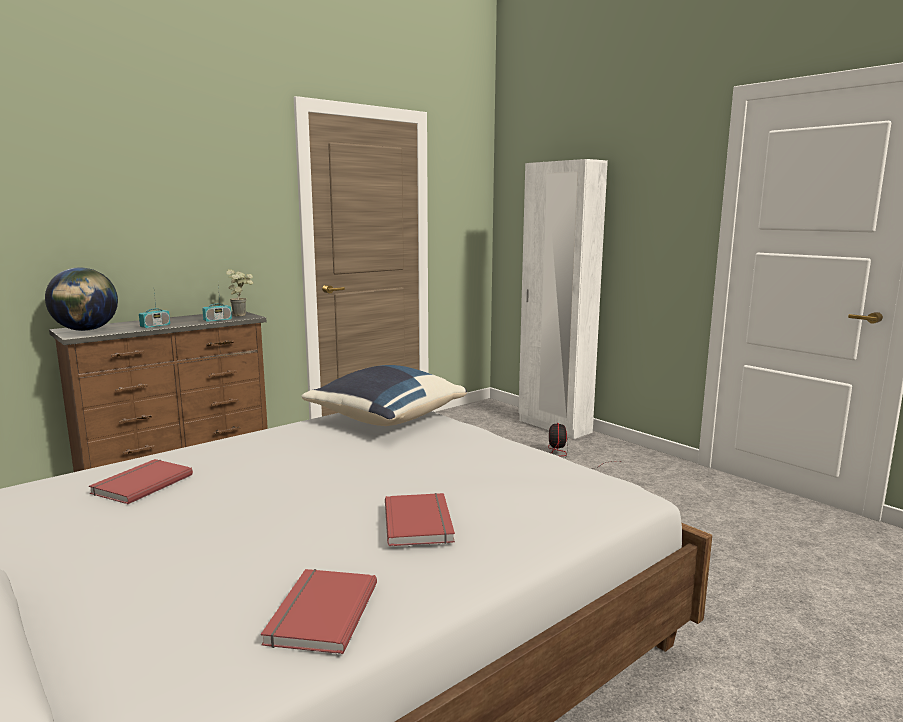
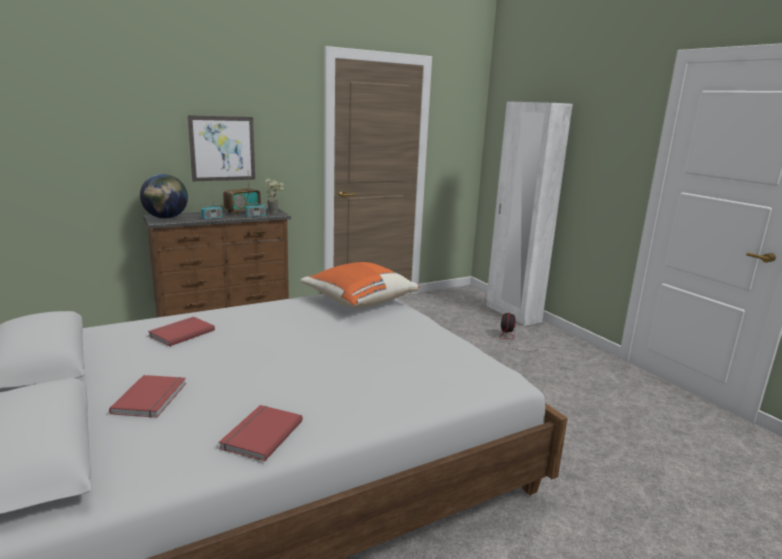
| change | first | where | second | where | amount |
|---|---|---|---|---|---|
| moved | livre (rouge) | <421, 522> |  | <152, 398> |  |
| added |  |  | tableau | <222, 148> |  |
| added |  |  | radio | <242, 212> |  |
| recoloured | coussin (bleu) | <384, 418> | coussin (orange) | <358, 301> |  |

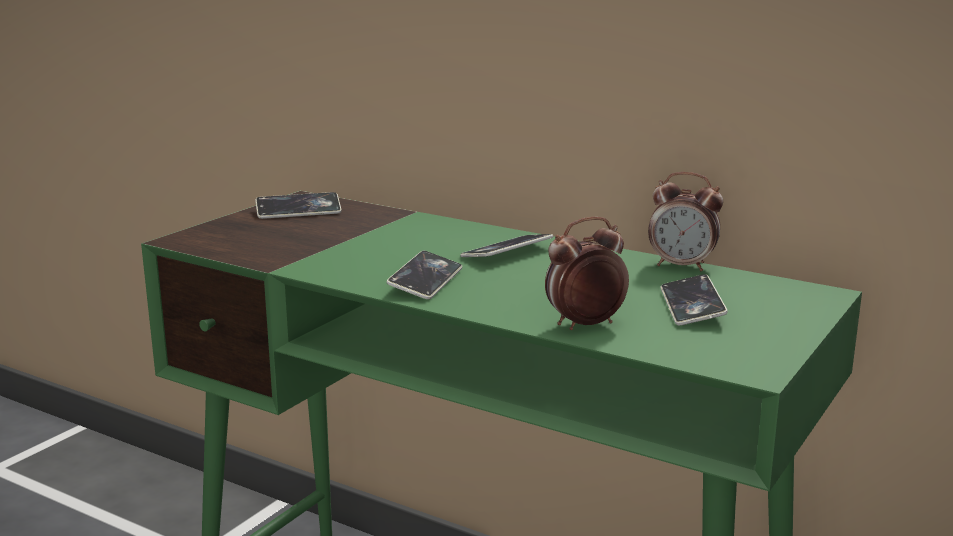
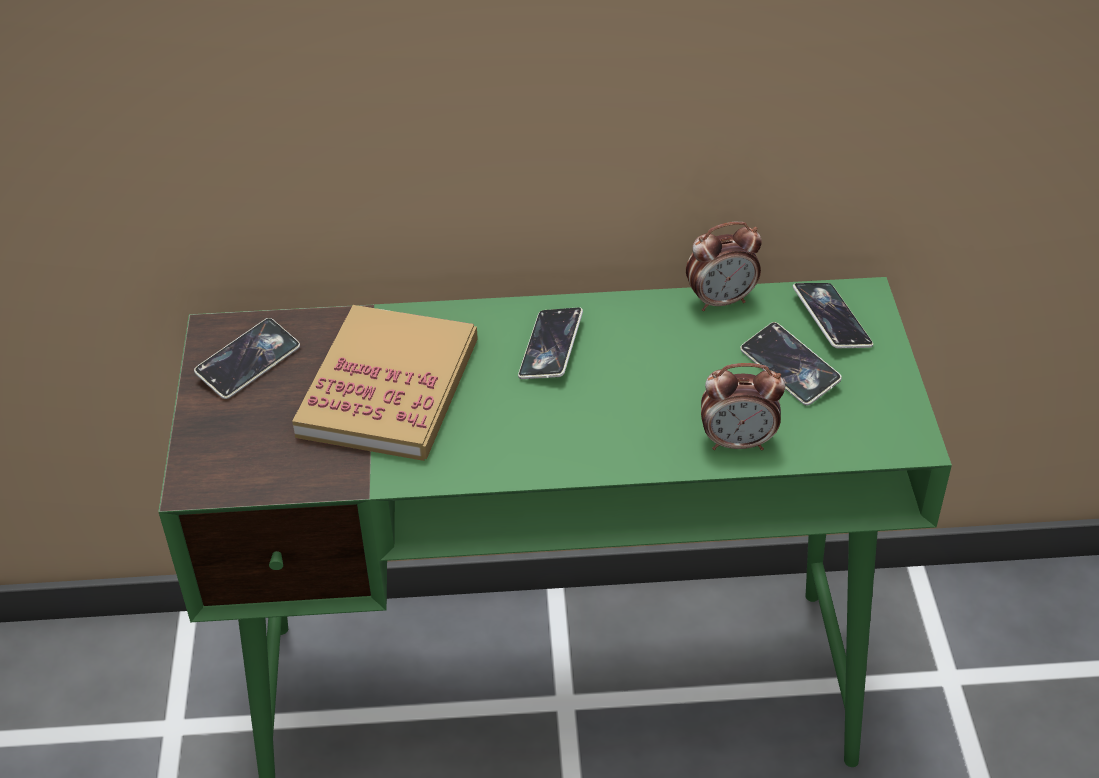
| change | first | where | second | where | amount |
|---|---|---|---|---|---|
| added |  |  | livre | <389, 388> |  |
| turned | réveil | <584, 325> |  | <738, 442> | 120 degrees counterclockwise |
| moved | téléphone | <426, 281> |  | <831, 320> |  |

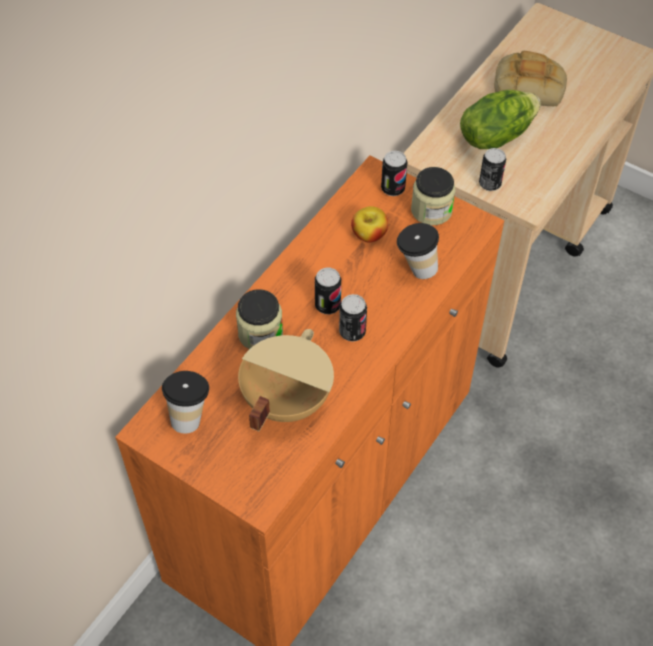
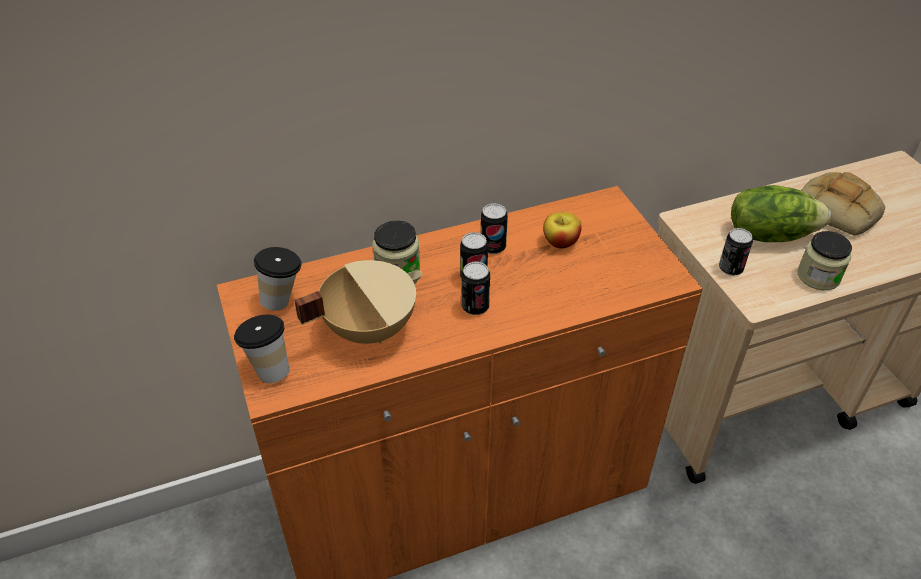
| change | first | where | second | where | amount |
|---|---|---|---|---|---|
| moved | tasse | <416, 269> |  | <269, 369> |  |
| moved | boîte métallique | <393, 189> |  | <493, 247> |  |
| moved | bocal | <431, 210> |  | <818, 276> |  |

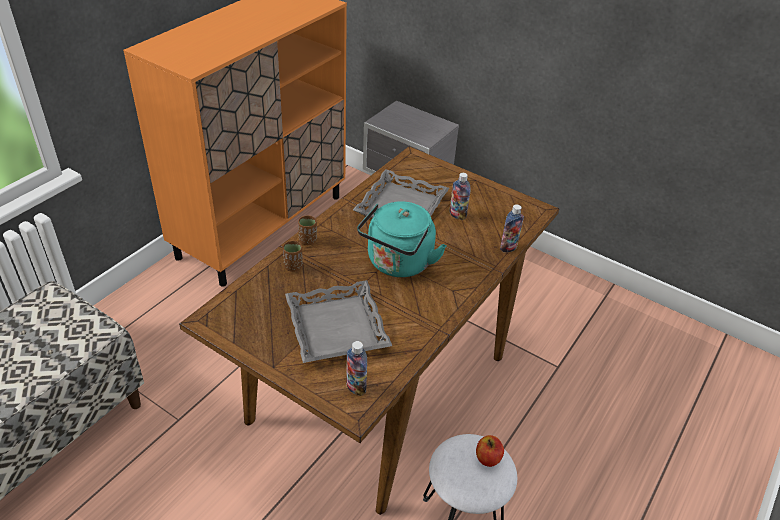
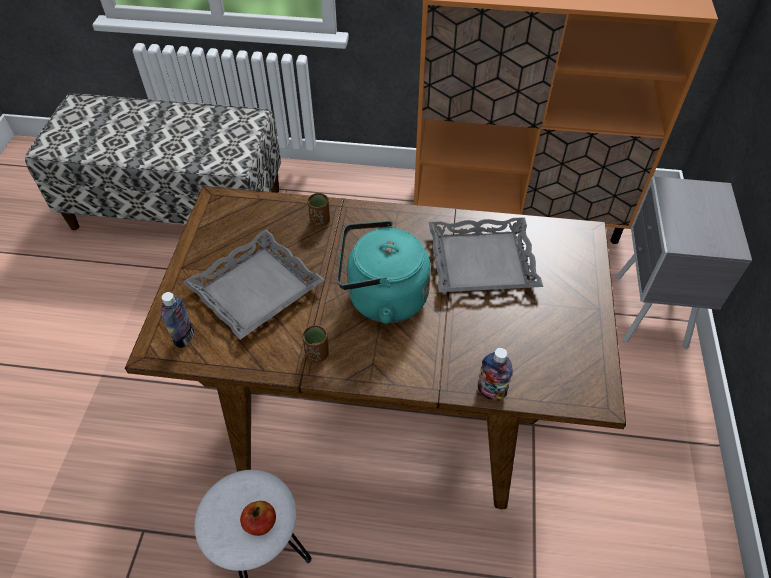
| change | first | where | second | where | amount |
|---|---|---|---|---|---|
| moved | tasse (marron) | <308, 241> |  | <317, 354> |  |
| removed | bouteille | <457, 215> |  |  |  |

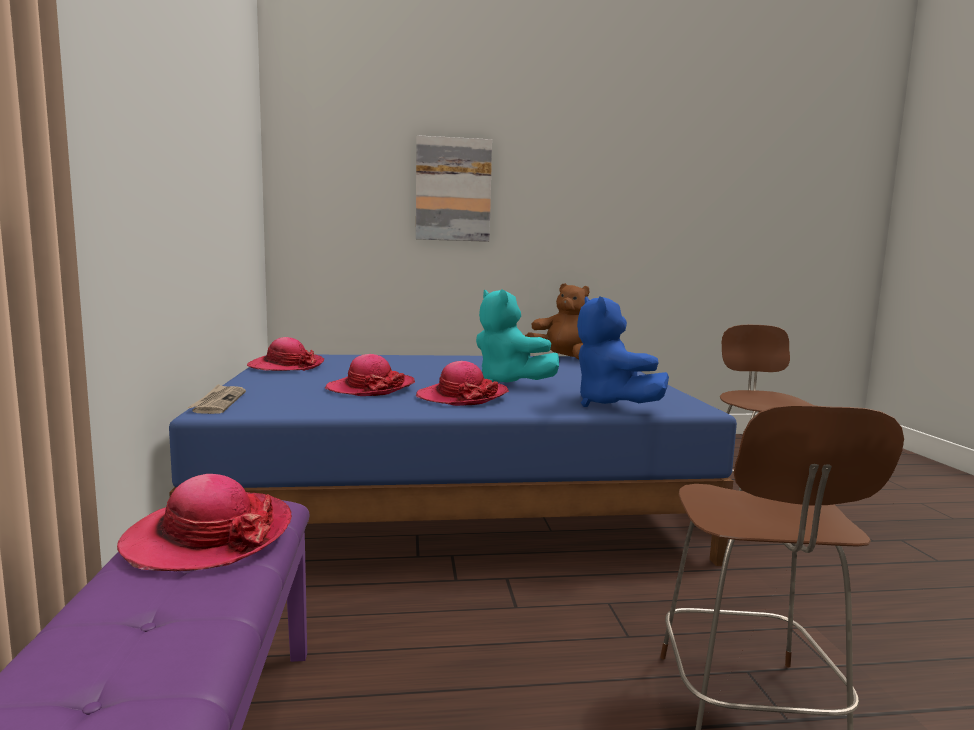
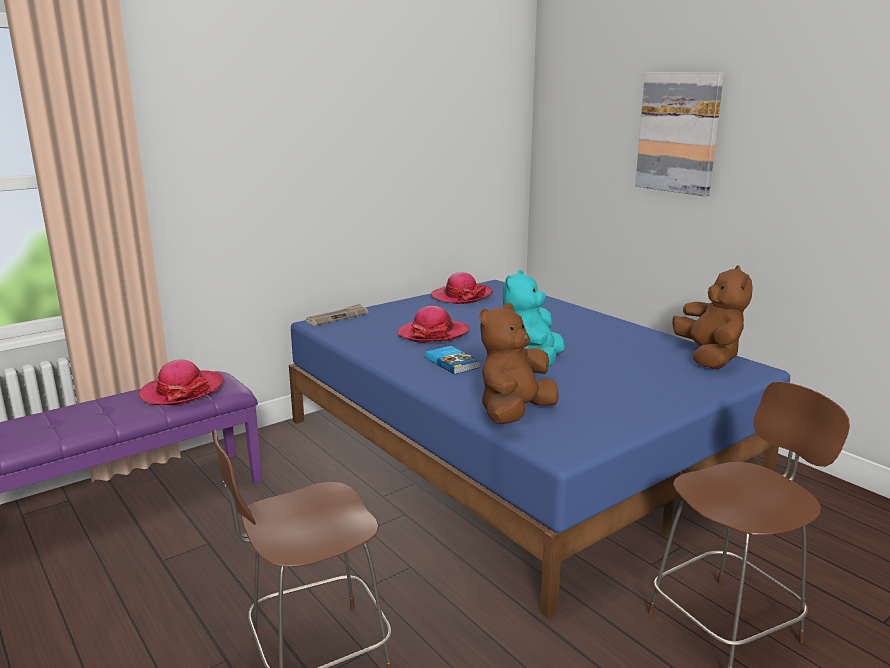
| change | first | where | second | where | amount |
|---|---|---|---|---|---|
| replaced | chapeau | <462, 397> | livre | <452, 362> |  |
| recoloured | peluche (bleu) | <610, 404> | peluche (marron) | <514, 414> |  |

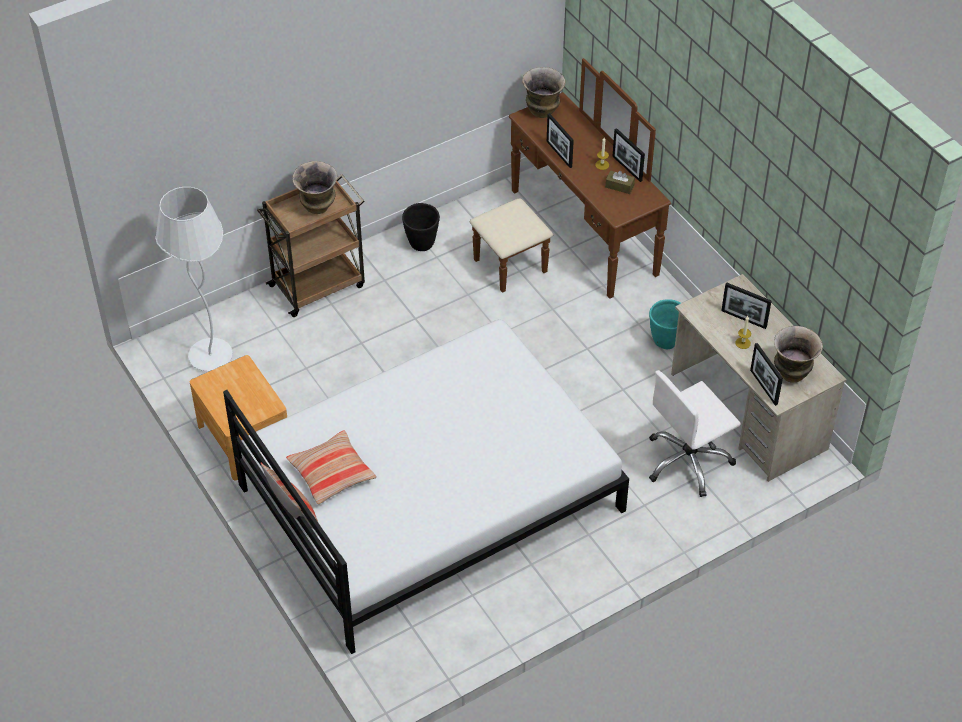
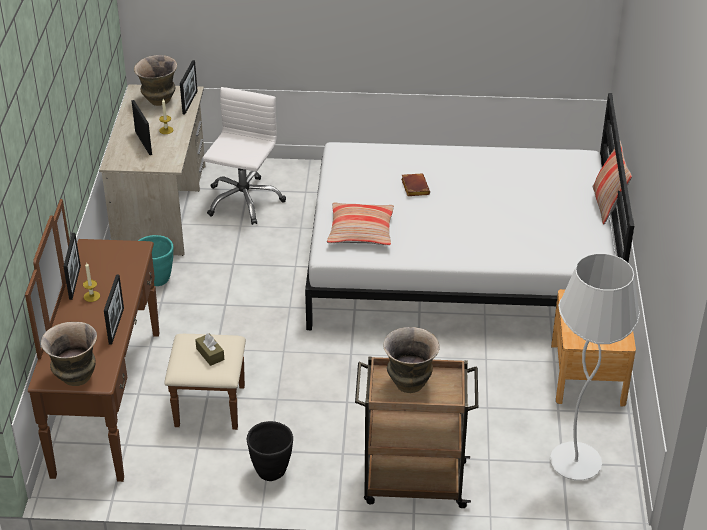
| change | first | where | second | where | amount |
|---|---|---|---|---|---|
| moved | boîte à mouchoirs (marron) | <619, 186> |  | <210, 354> |  |
| turned | chaise de bureau (blanc) | <688, 461> |  | <243, 200> | 75 degrees counterclockwise |
| moved | coussin | <331, 473> |  | <360, 231> |  |
| added |  |  | livre (marron) | <414, 187> |  |

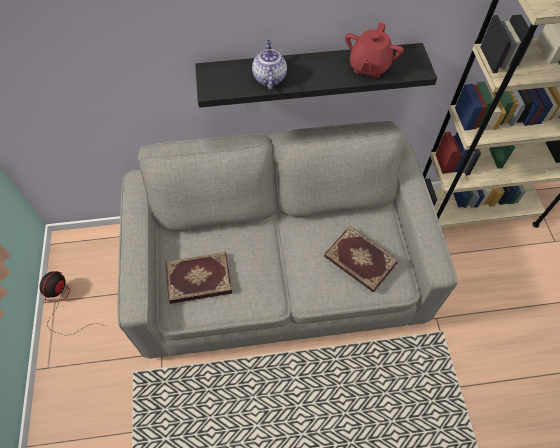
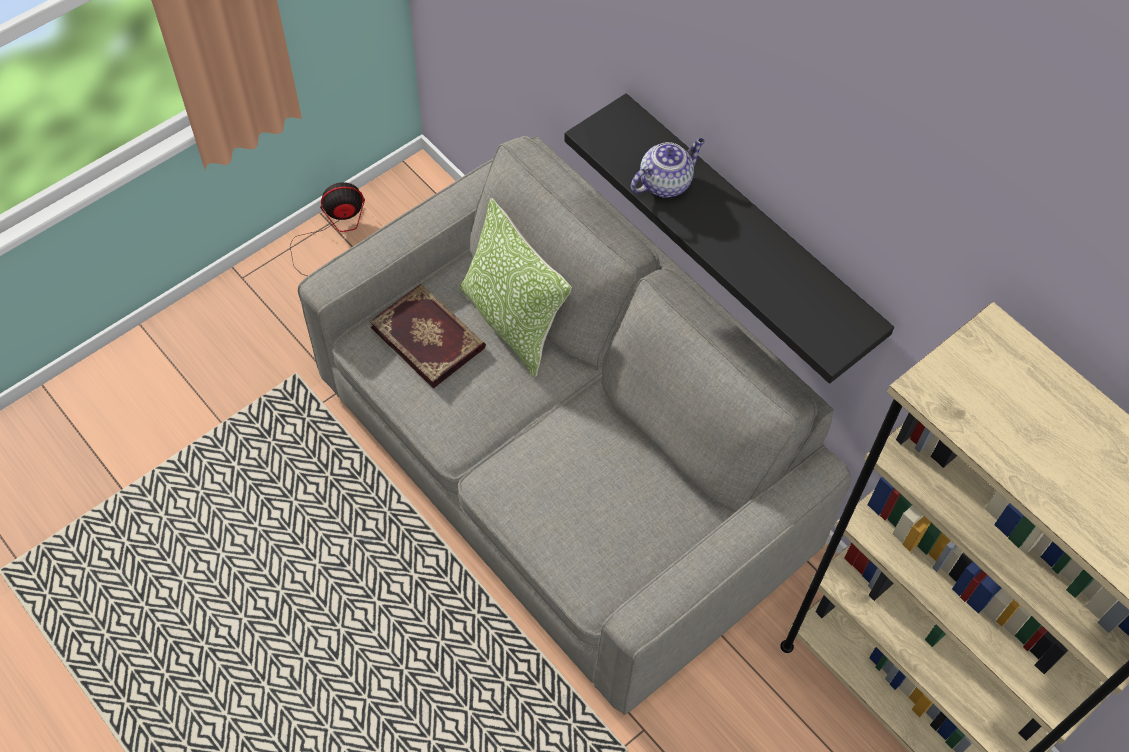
| change | first | where | second | where | amount |
|---|---|---|---|---|---|
| added |  |  | coussin | <512, 322> |  |
| removed | livre | <359, 261> |  |  |  |
| removed | théière (rouge) | <369, 67> |  |  |  |

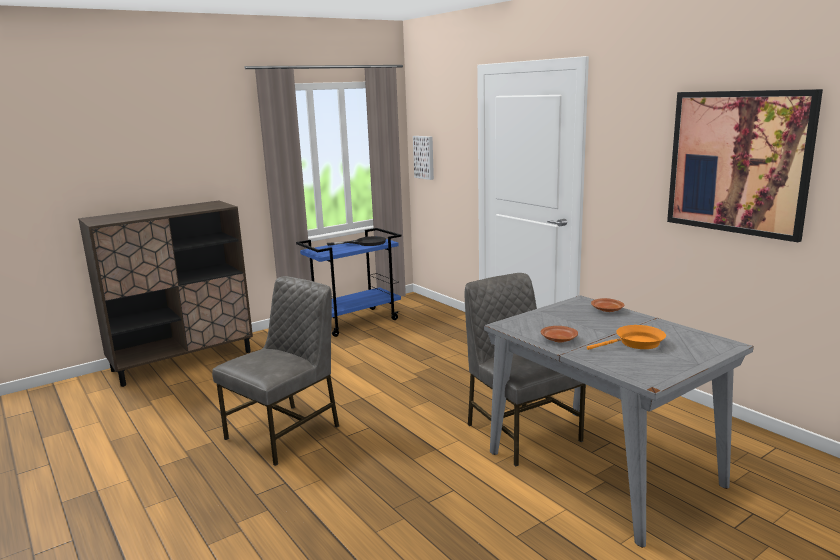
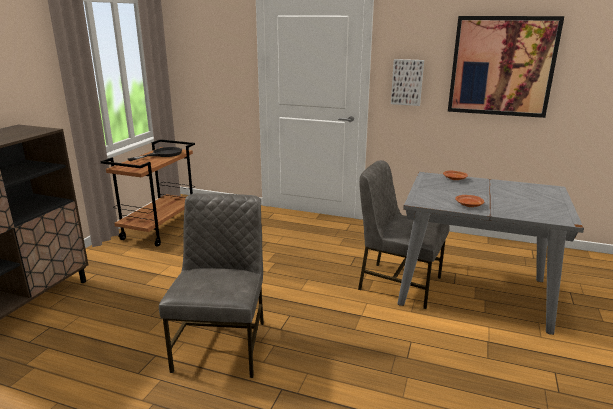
| change | first | where | second | where | amount |
|---|---|---|---|---|---|
| recoloured | chariot (bleu) | <355, 321> | chariot (marron) | <160, 229> |  |
| moved | tableau | <424, 157> |  | <407, 82> |  |
| removed | poêle (orange) | <636, 343> |  |  |  |

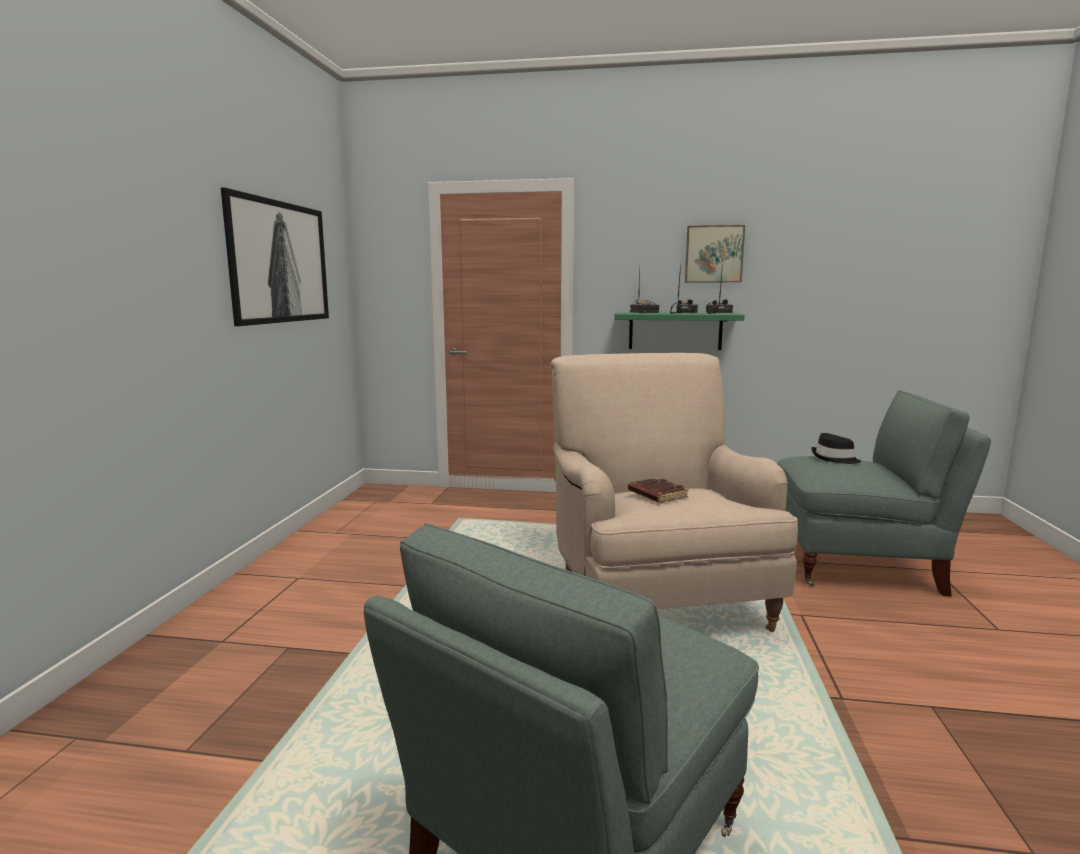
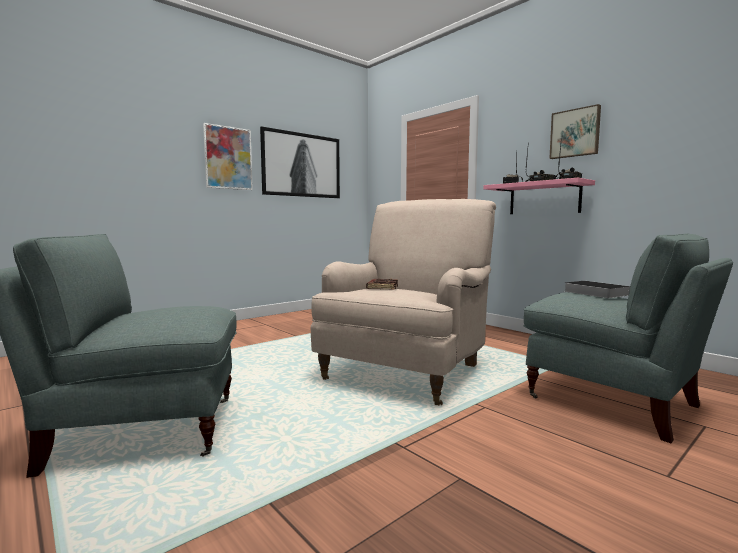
| change | first | where | second | where | amount |
|---|---|---|---|---|---|
| added |  |  | tableau | <228, 158> |  |
| recoloured | étagère (vert) | <675, 331> | étagère (rose) | <544, 198> |  |
| replaced | chapeau (noir) | <834, 458> | livre | <593, 293> |  |

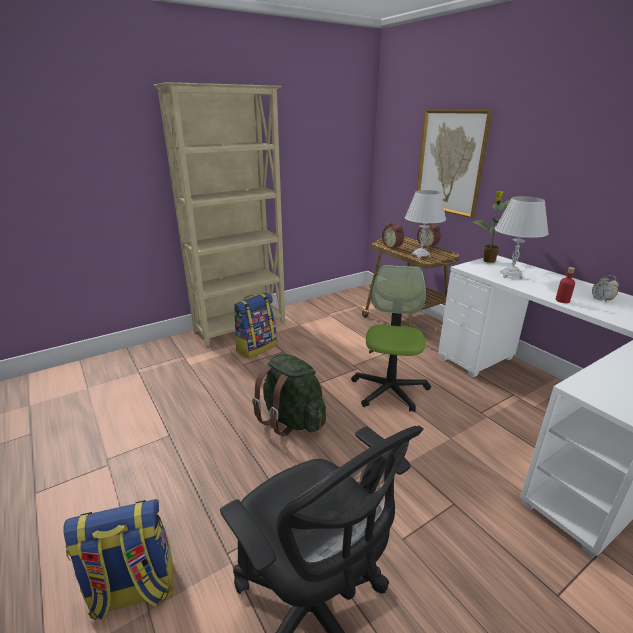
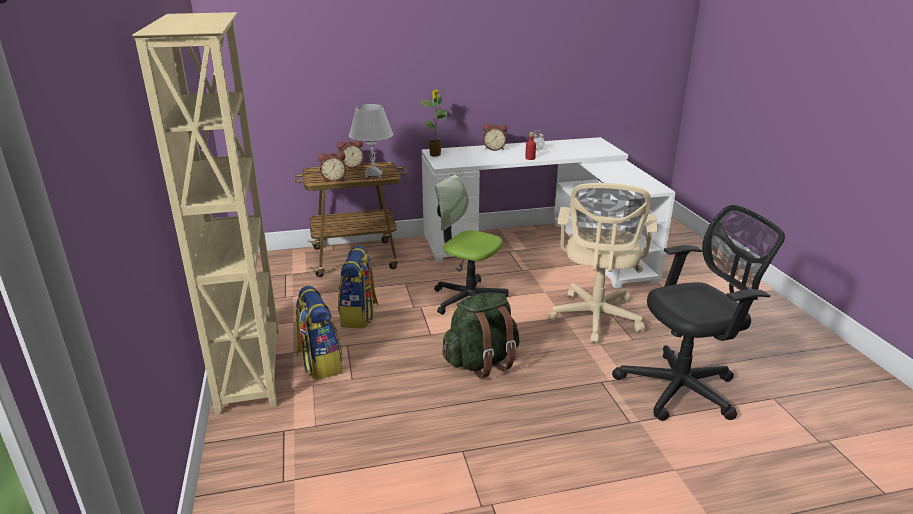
| change | first | where | second | where | amount |
|---|---|---|---|---|---|
| moved | sac à dos | <133, 591> |  | <359, 316> |  |
| added |  |  | réveil | <494, 148> |  |
| added |  |  | chaise de bureau (beige) | <595, 319> |  |
| removed | tableau | <450, 162> |  |  |  |
| removed | lampe de table (blanc) | <511, 275> |  |  |  |

